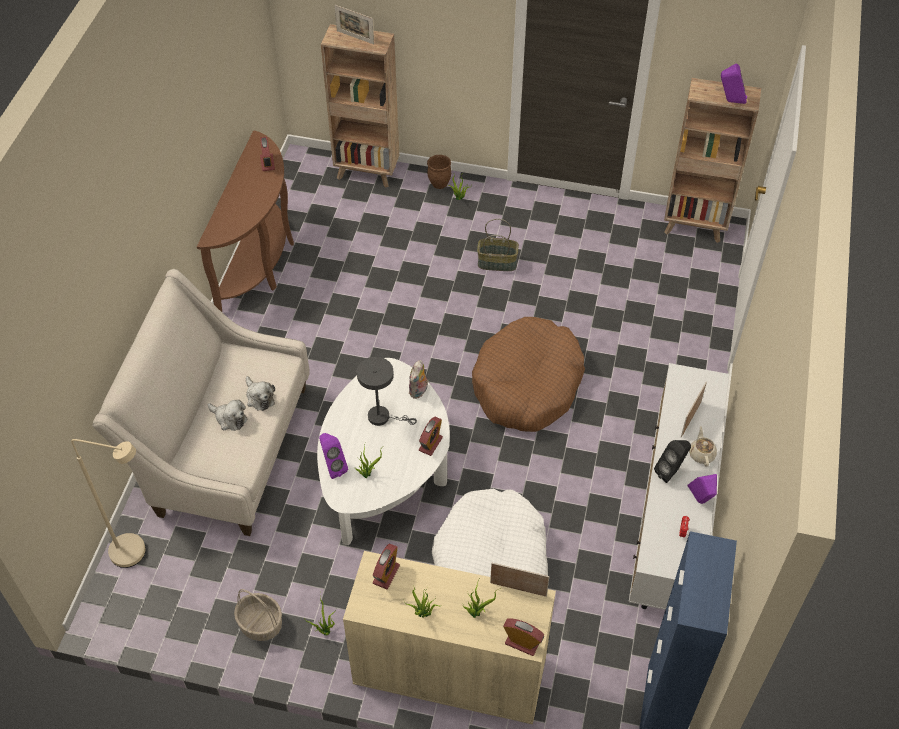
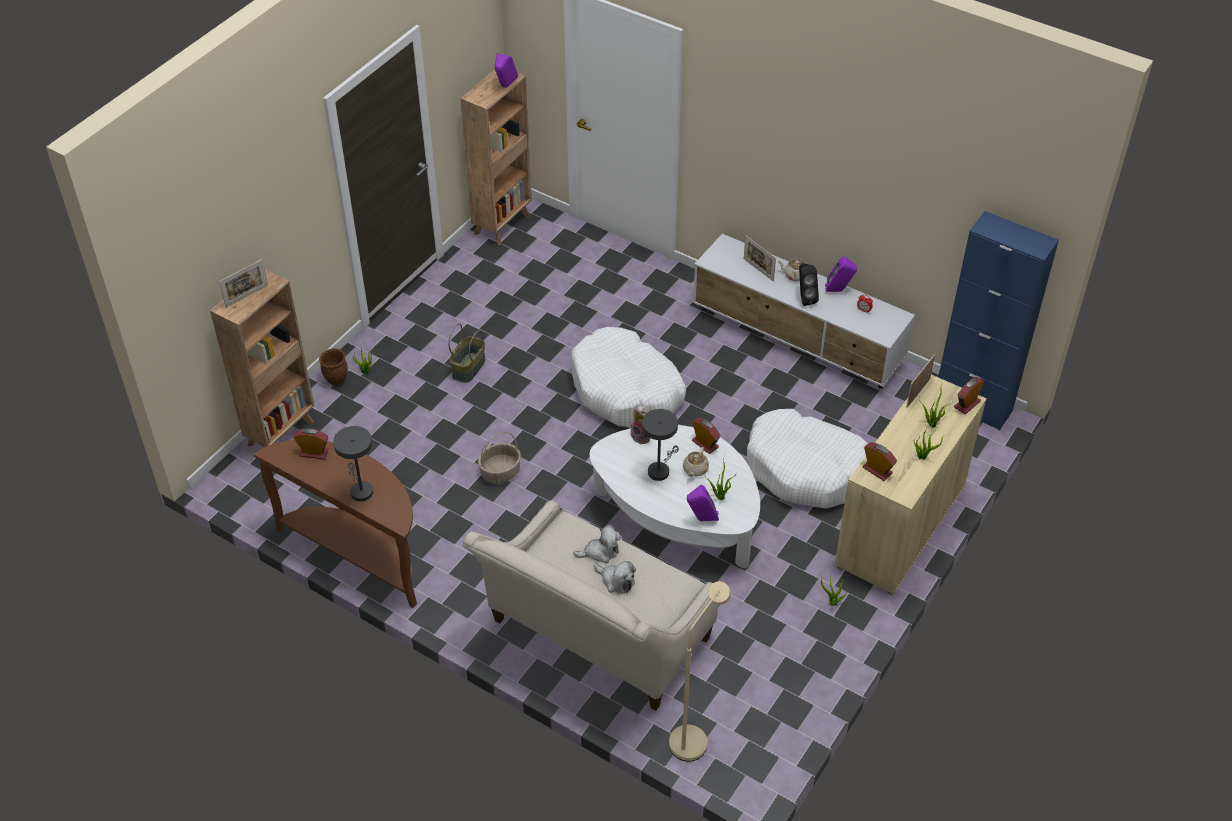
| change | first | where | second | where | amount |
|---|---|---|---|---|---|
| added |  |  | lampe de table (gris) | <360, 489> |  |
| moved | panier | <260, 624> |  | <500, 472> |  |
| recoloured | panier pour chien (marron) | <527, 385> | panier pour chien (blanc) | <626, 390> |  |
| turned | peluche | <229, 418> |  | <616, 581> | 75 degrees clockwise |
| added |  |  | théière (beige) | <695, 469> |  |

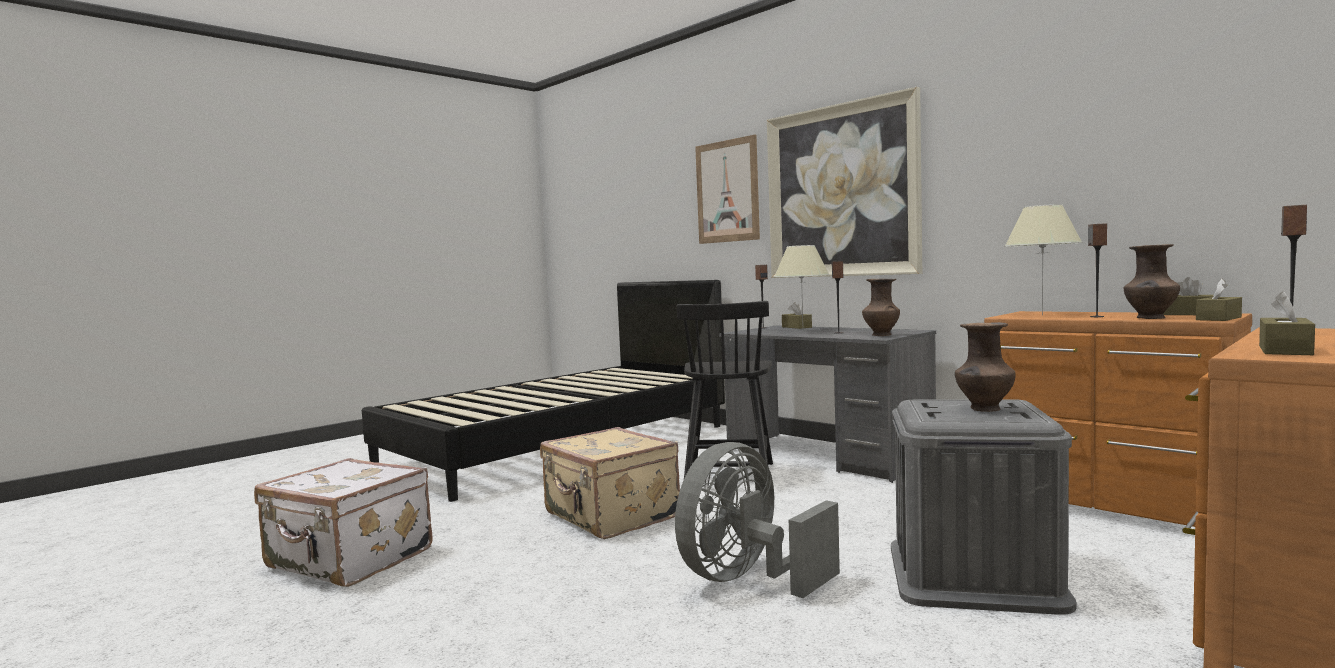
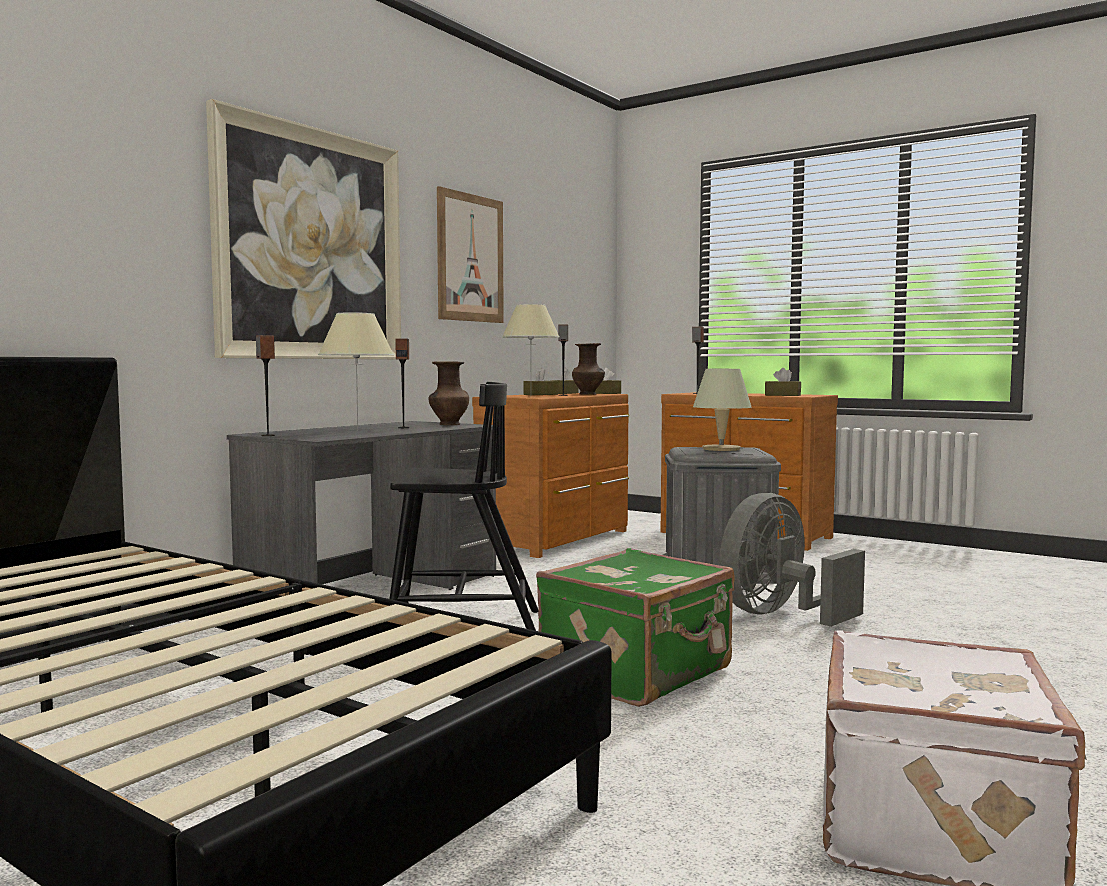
| change | first | where | second | where | amount |
|---|---|---|---|---|---|
| moved | tableau | <727, 191> |  | <470, 258> |  |
| moved | boîte à mouchoirs (marron) | <796, 327> |  | <540, 394> |  |
| recoloured | valise (beige) | <610, 516> | valise (vert) | <638, 673> |  |
| replaced | vase (marron) | <984, 409> | lampe de table (beige) | <721, 449> |  |
| turned | ventilateur (gris) | <747, 579> |  | <778, 615> | 105 degrees clockwise |

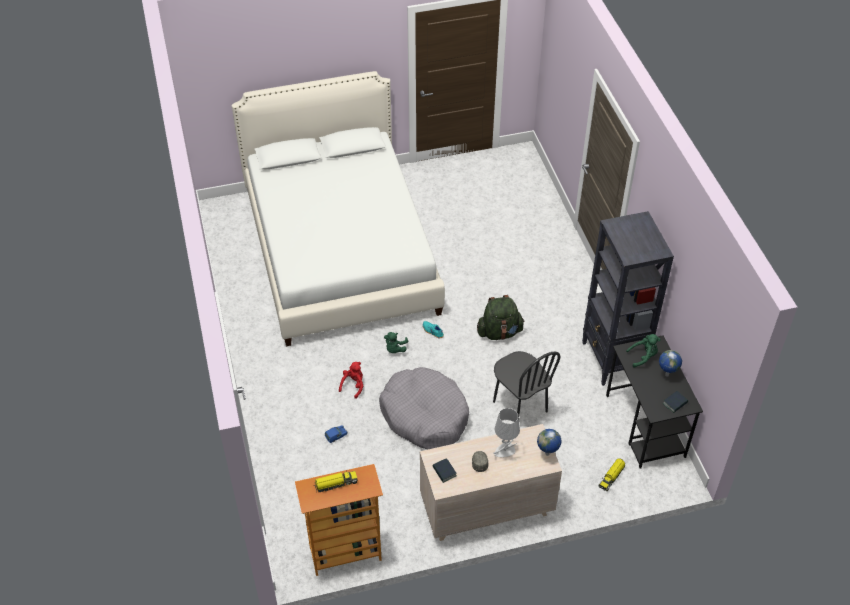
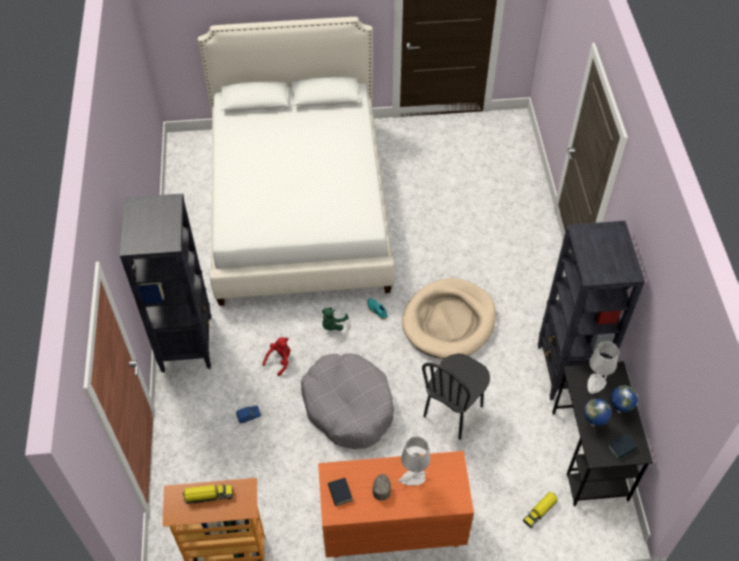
| change | first | where | second | where | amount |
|---|---|---|---|---|---|
| added |  |  | bibliothèque (noir) | <187, 343> |  |
| recoloured | commode (beige) | <486, 509> | commode (orange) | <392, 528> |  |
| replaced | sac à dos (vert) | <499, 332> | panier pour chien (beige) | <449, 321> |  |
| turned | chaise (noir) | <519, 407> |  | <453, 412> | 60 degrees clockwise |
| moved | globe | <547, 454> |  | <593, 424> |  |
| replaced | peluche (vert) | <643, 356> | lampe de table (gris) | <595, 384> |  |

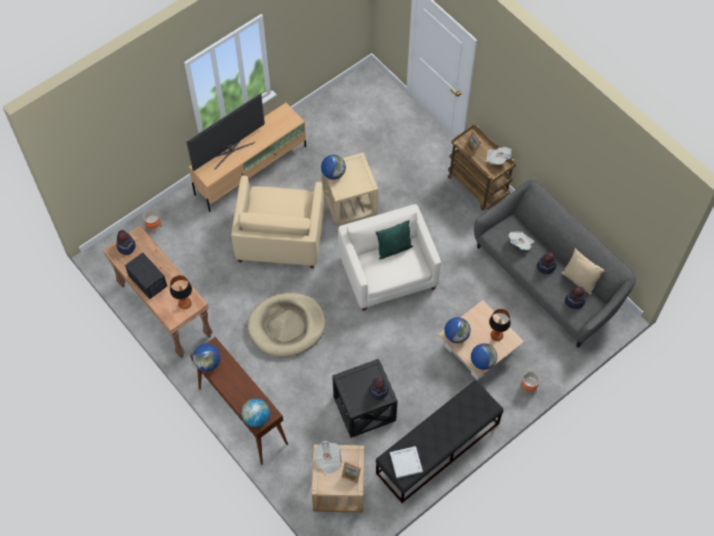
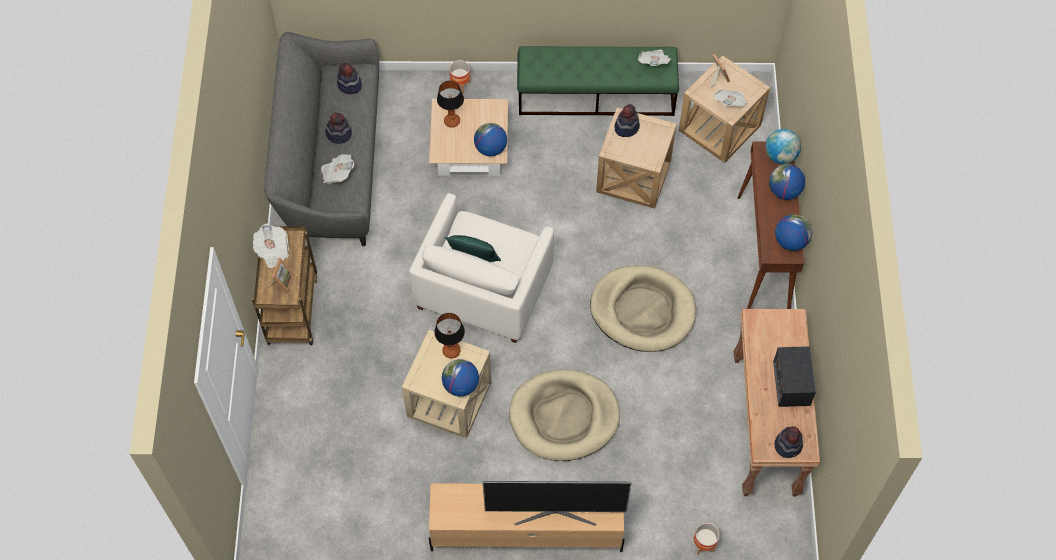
| change | first | where | second | where | amount |
|---|---|---|---|---|---|
| moved | lampe de table | <184, 304> |  | <451, 351> |  |
| replaced | fauteuil (beige) | <280, 237> | panier pour chien (beige) | <564, 417> |  |
| recoloured | banc (noir) | <437, 448> | banc (vert) | <596, 95> |  |
| recoloured | table d'appoint (noir) | <364, 408> | table d'appoint (beige) | <633, 176> |  |
| replaced | plateau (blanc) | <406, 463> | journal | <653, 63> |  |
| moved | globe | <482, 361> |  | <784, 191> |  |
| removed | coussin (beige) | <579, 280> |  |  |  |

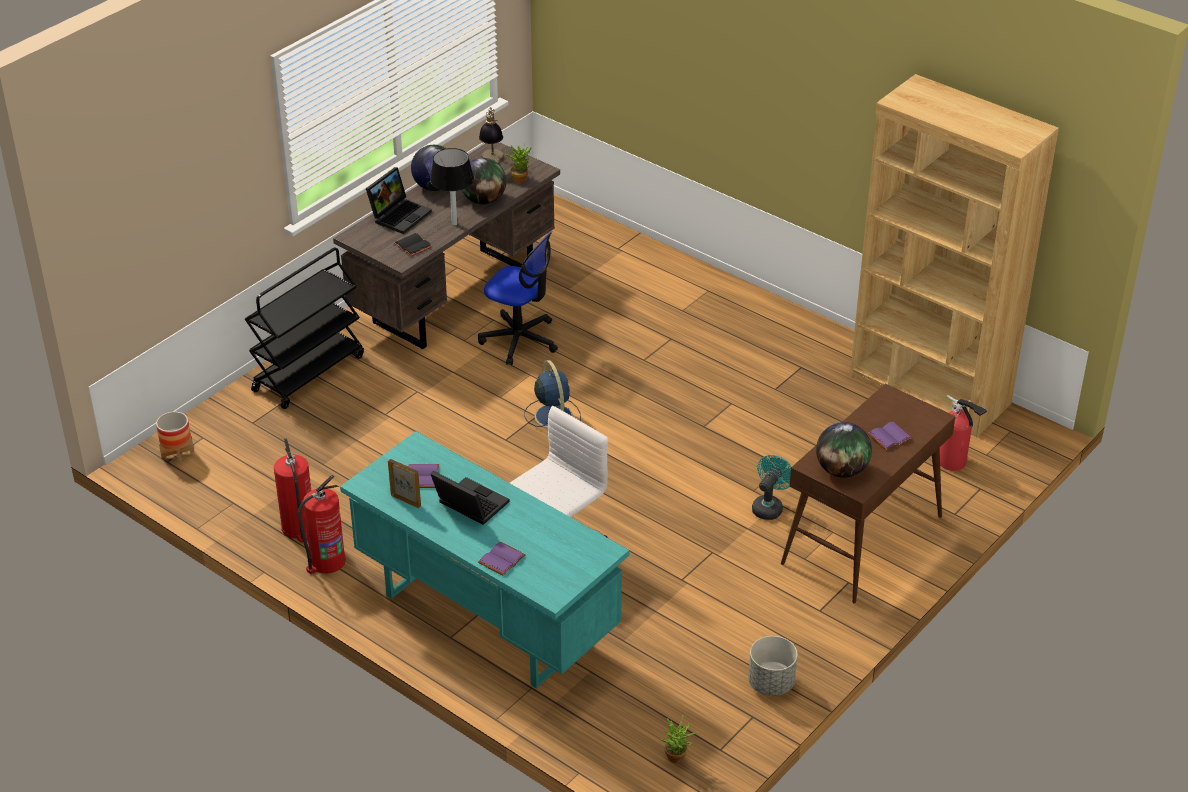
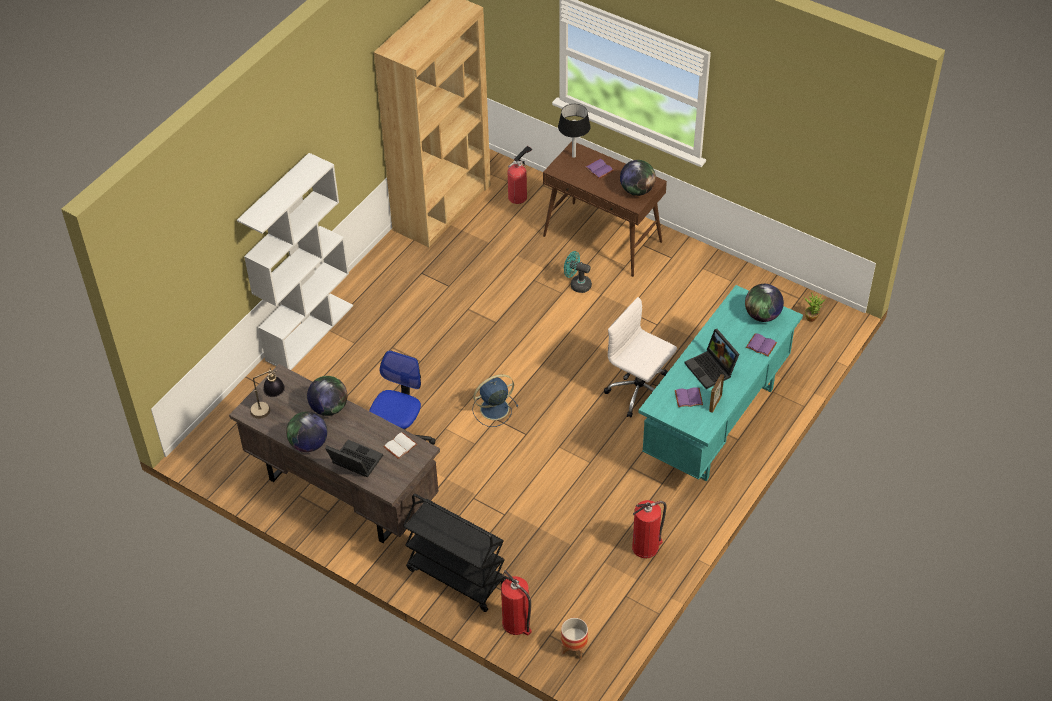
| change | first | where | second | where | amount |
|---|---|---|---|---|---|
| added |  |  | bibliothèque (blanc) | <309, 332> |  |
| recoloured | livre (noir) | <414, 245> | livre (blanc) | <400, 445> |  |
| moved | extincteur | <326, 561> |  | <516, 624> |  |
| moved | lampe de table (noir) | <454, 224> |  | <574, 156> |  |
| turned | ordinateur portable | <468, 505> |  | <712, 369> | 60 degrees counterclockwise |
| added |  |  | globe | <762, 315> |  |
| removed | plante en pot | <520, 178> |  |  |  |
| removed | cache-pot (gris) | <771, 683> |  |  |  |

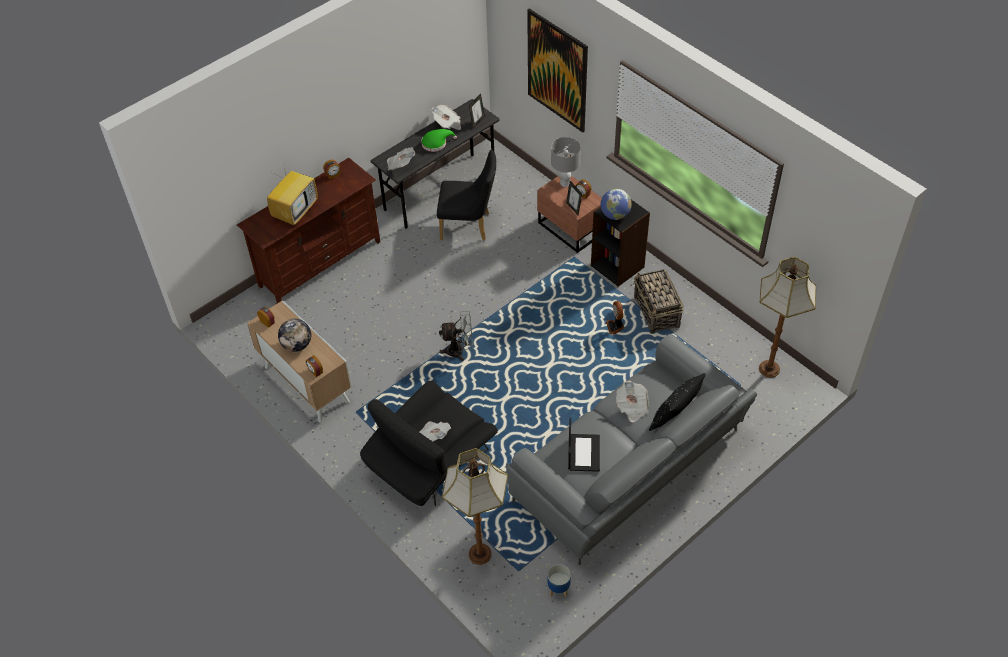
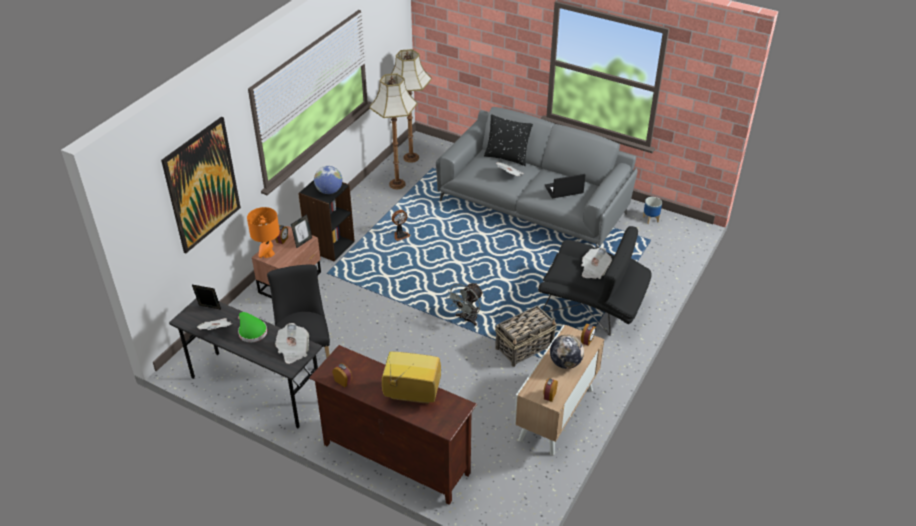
| change | first | where | second | where | amount |
|---|---|---|---|---|---|
| recoloured | lampe de table (gris) | <565, 182> | lampe de table (orange) | <268, 254> |  |
| moved | lampadaire | <480, 555> |  | <397, 184> |  |
| turned | ventilateur (gris) | <459, 351> |  | <467, 319> | 120 degrees counterclockwise |
| moved | panier | <656, 312> |  | <525, 347> |  |

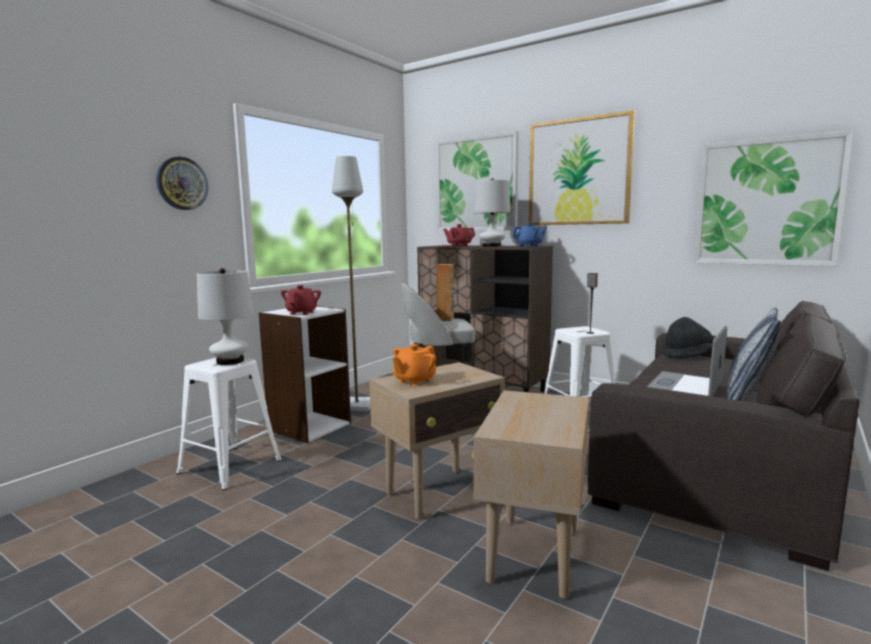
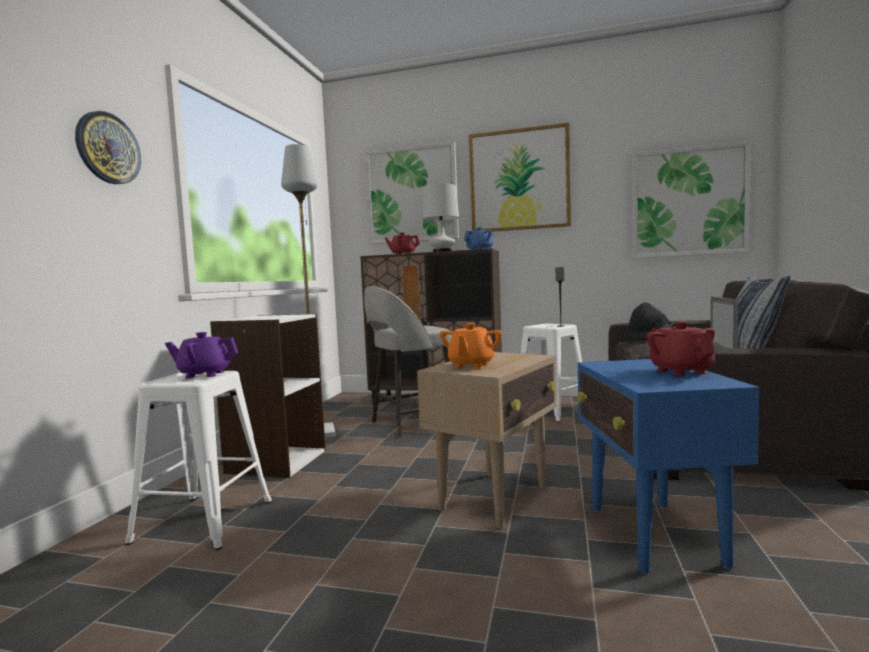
| change | first | where | second | where | amount |
|---|---|---|---|---|---|
| replaced | lampe de table (blanc) | <230, 361> | théière (violet) | <204, 374> |  |
| recoloured | table d'appoint (beige) | <533, 556> | table d'appoint (bleu) | <654, 536> |  |
| moved | théière (rouge) | <302, 313> |  | <681, 371> |  |

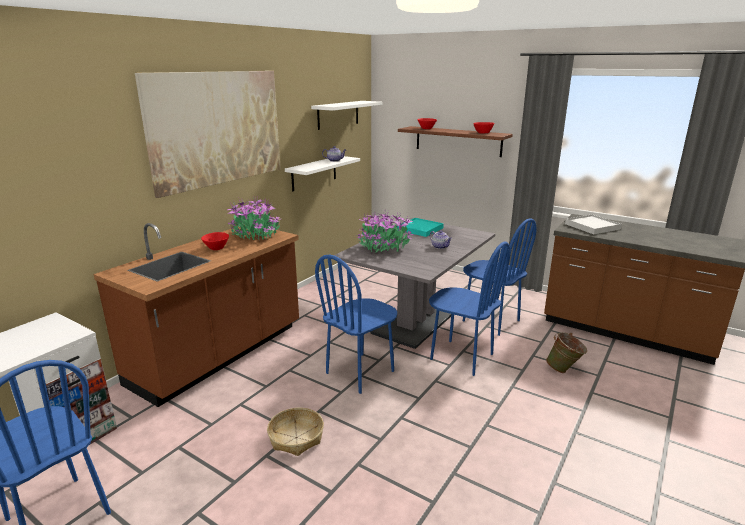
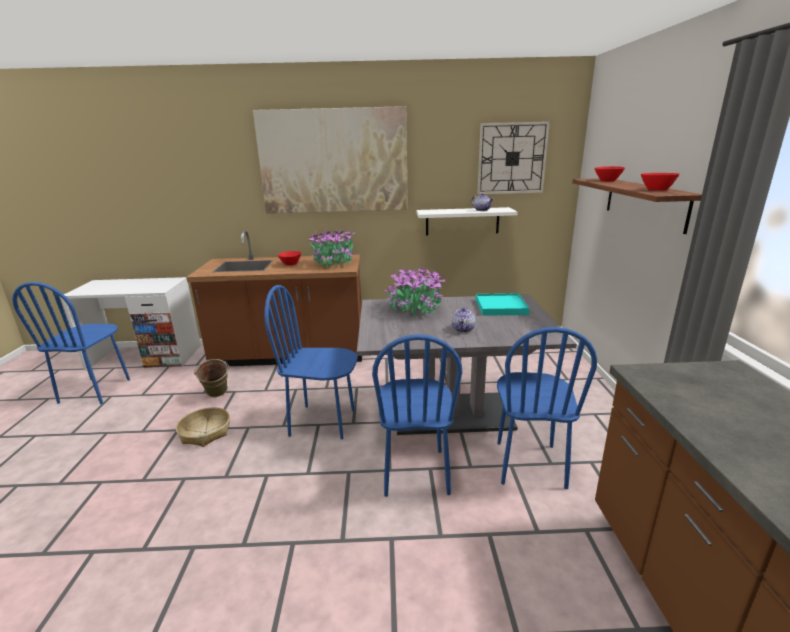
| change | first | where | second | where | amount |
|---|---|---|---|---|---|
| moved | seau (vert) | <564, 370> |  | <217, 396> |  |
| replaced | étagère (blanc) | <338, 114> | horloge murale | <512, 158> |  |
| removed | plateau (blanc) | <592, 226> |  |  |  |

